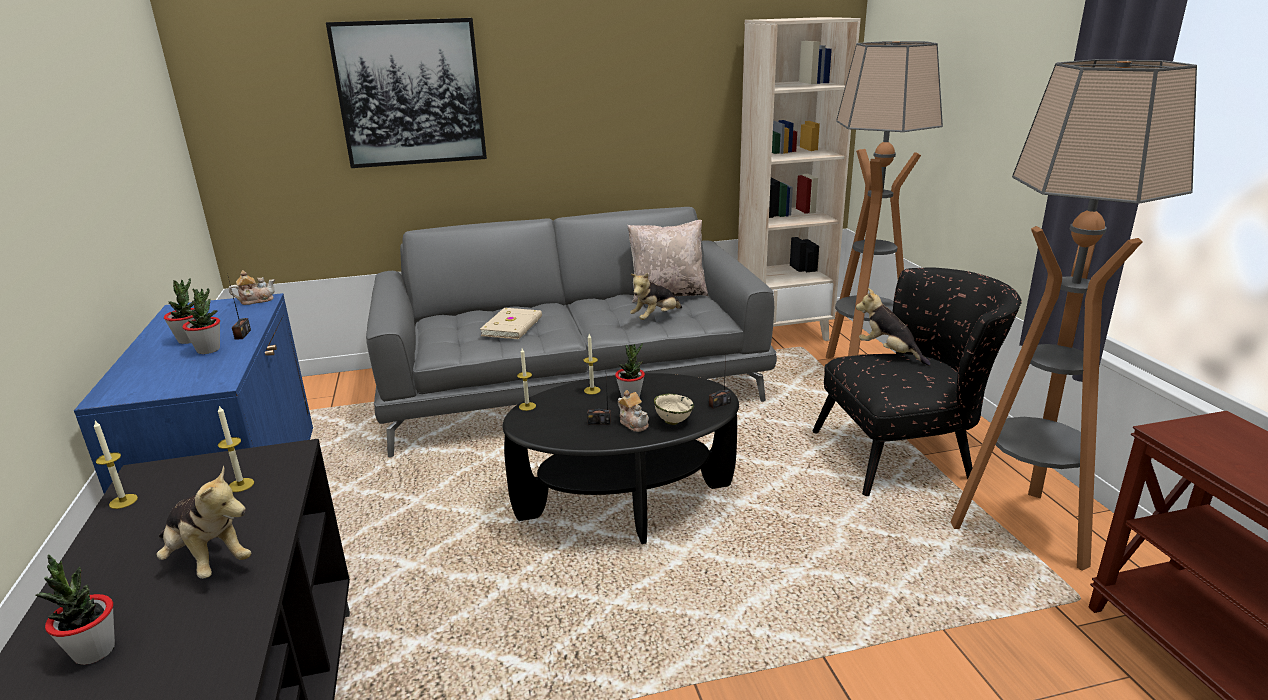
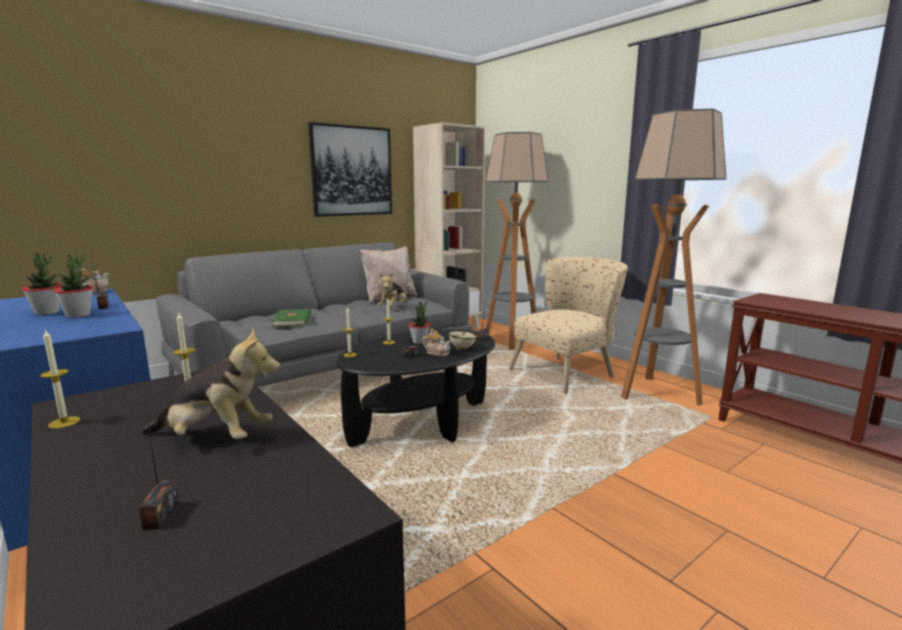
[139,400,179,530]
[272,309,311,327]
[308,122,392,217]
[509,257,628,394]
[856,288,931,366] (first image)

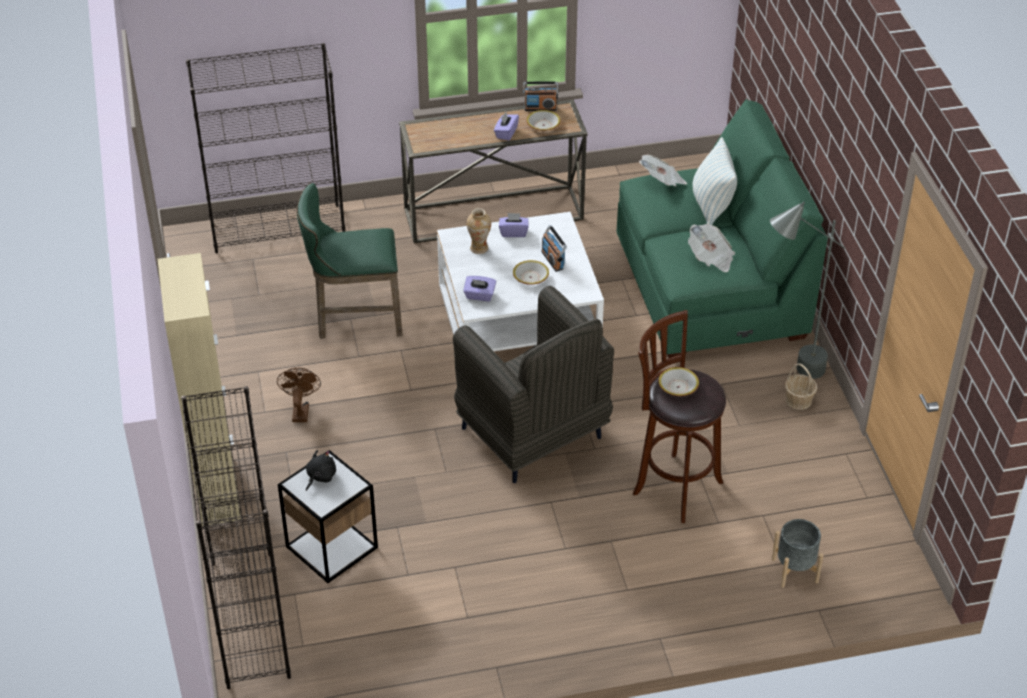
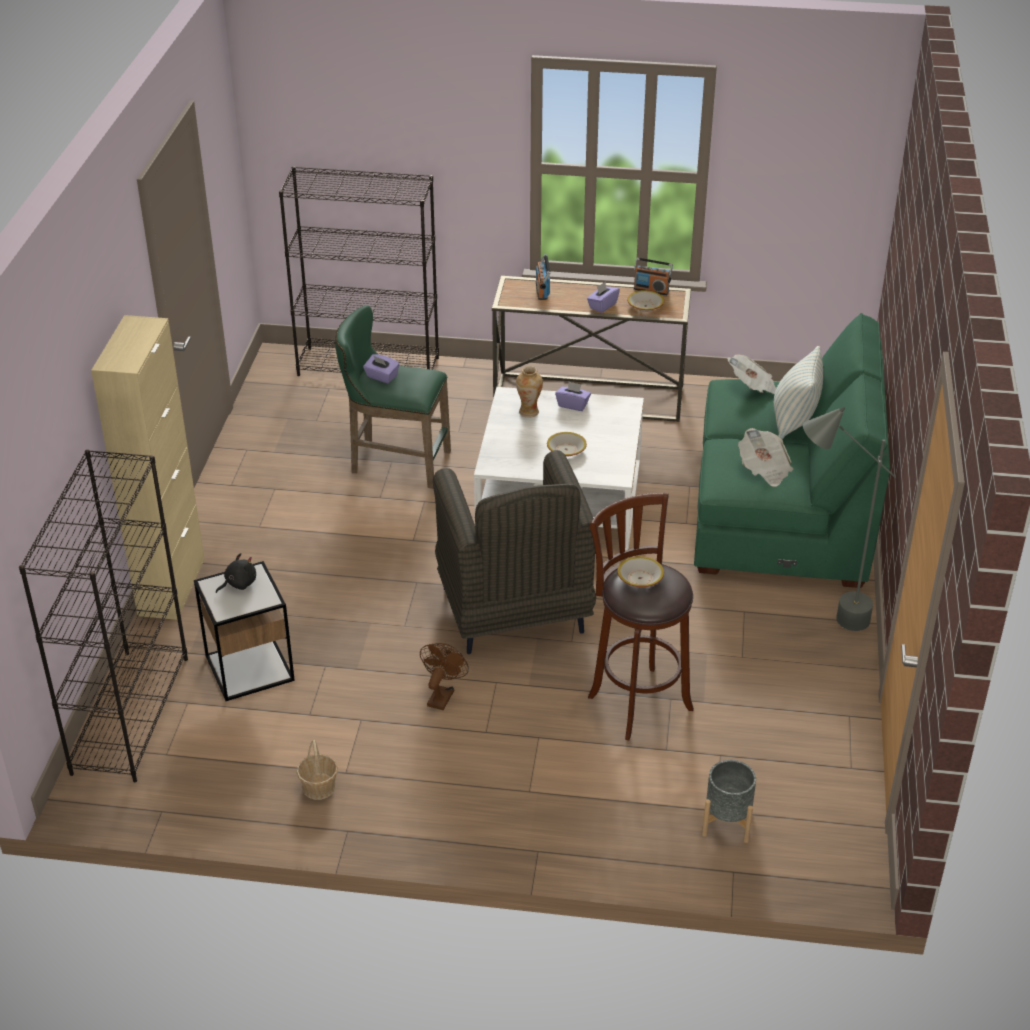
[297,740,338,800]
[363,354,399,383]
[420,643,469,710]
[536,254,550,300]

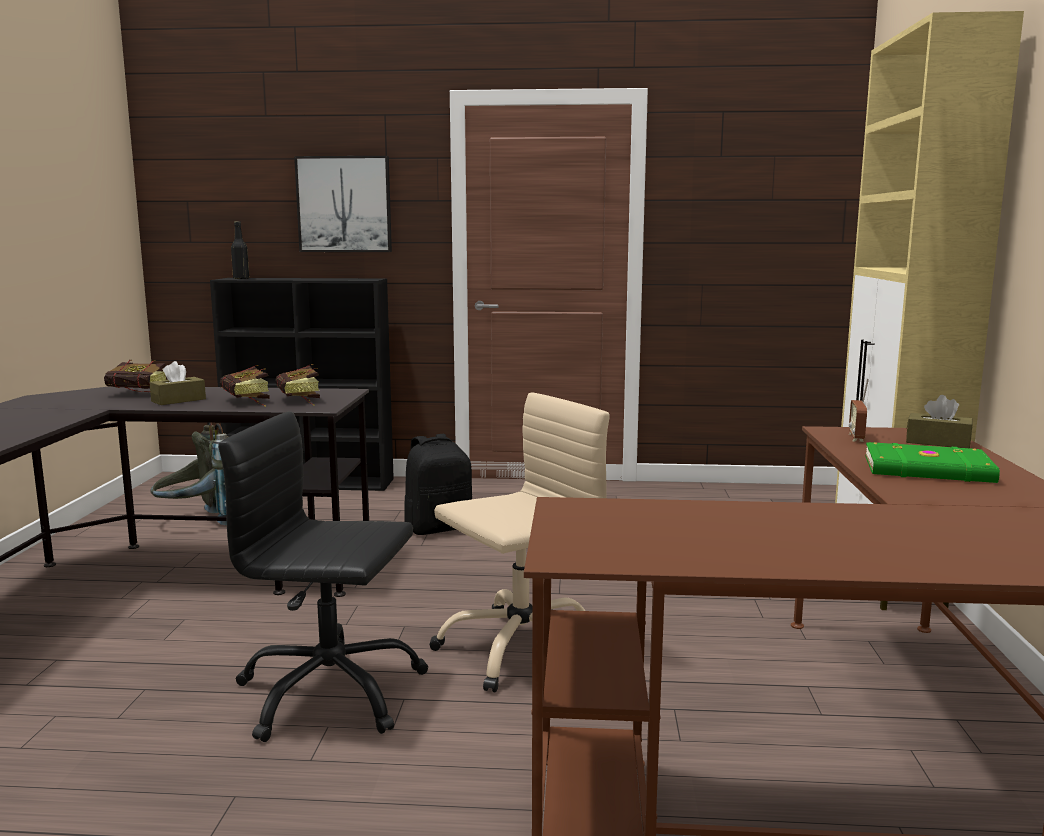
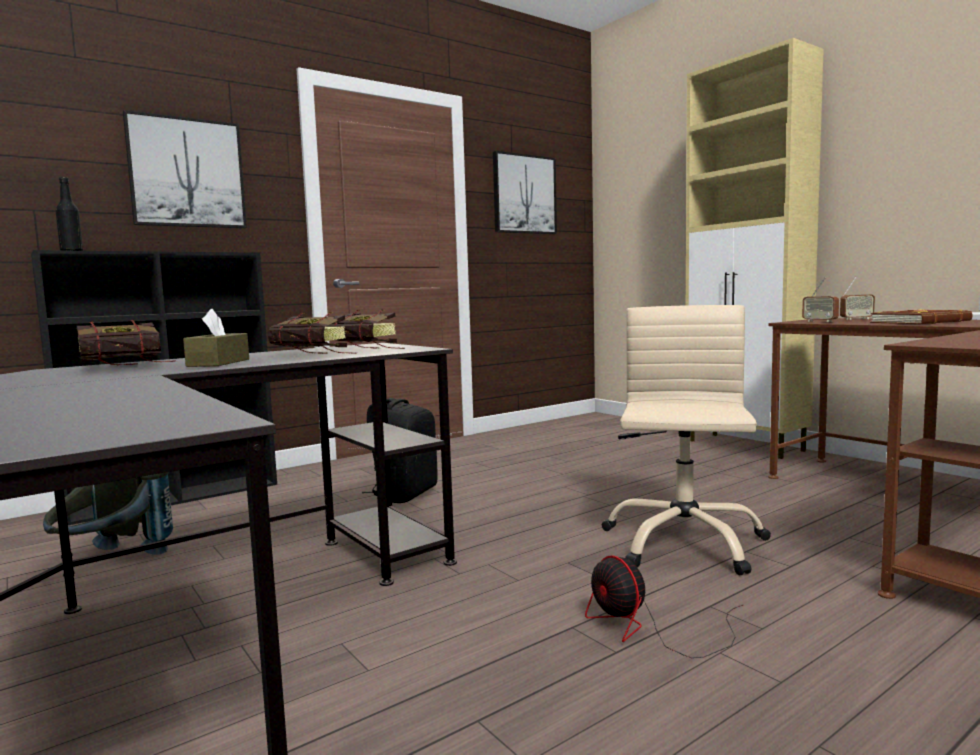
[493,151,557,234]
[585,555,743,658]
[840,277,875,320]
[870,309,972,324]

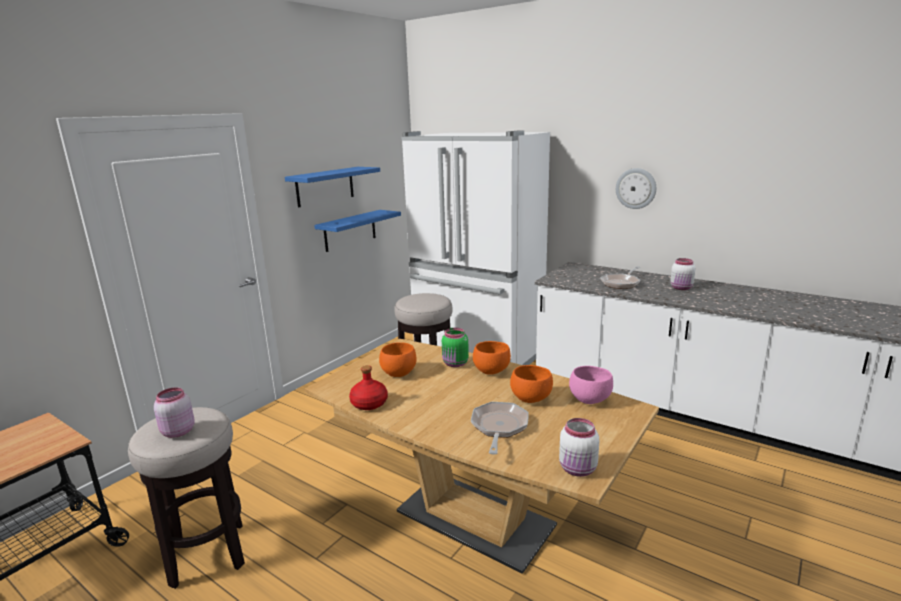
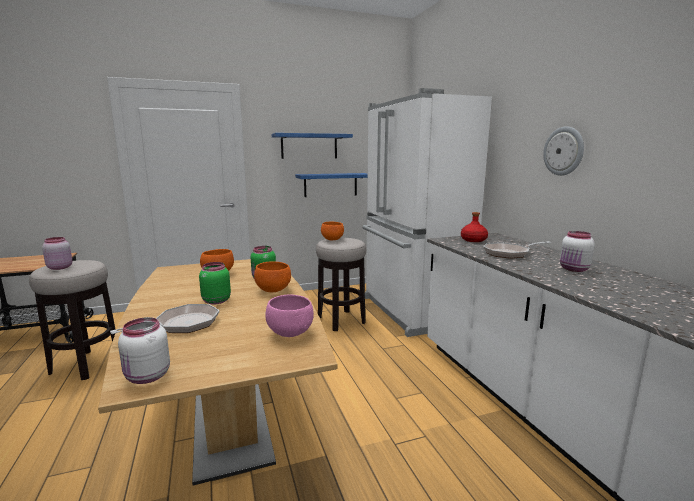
[199,262,231,305]
[321,222,344,240]
[461,212,488,242]

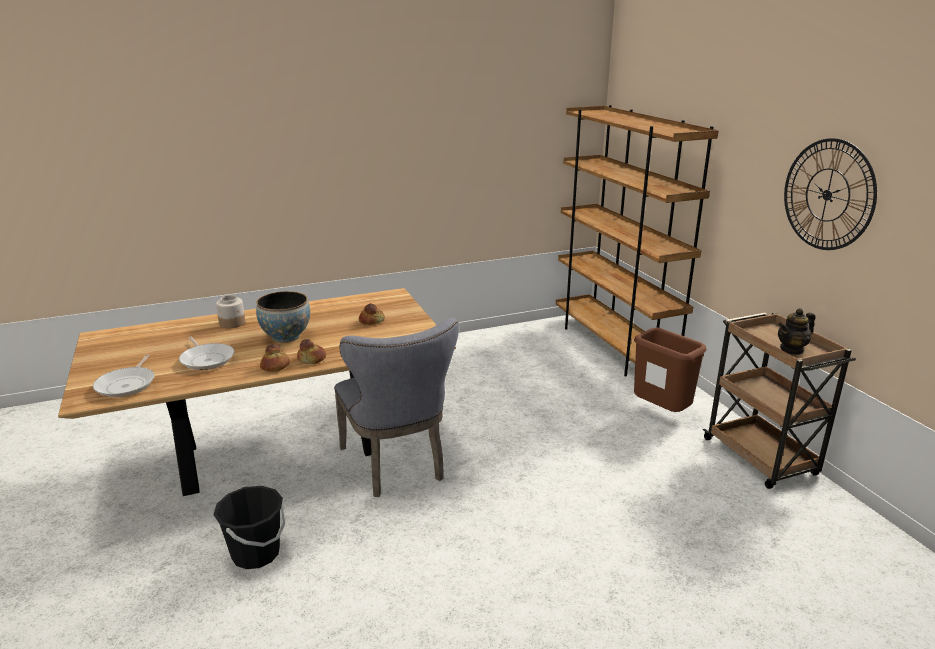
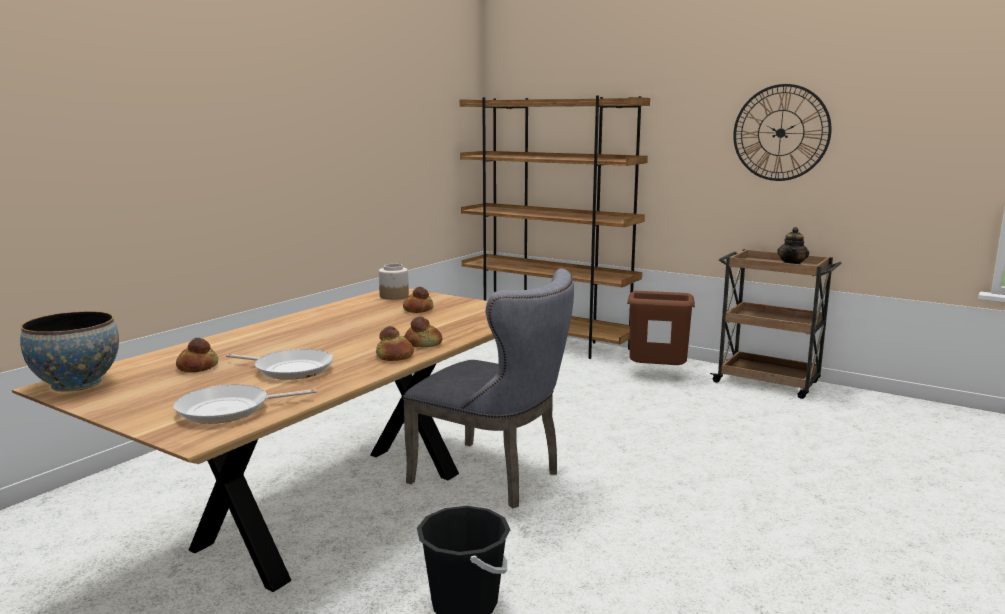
[20,311,119,392]
[173,384,317,424]
[176,338,218,373]
[379,264,409,300]

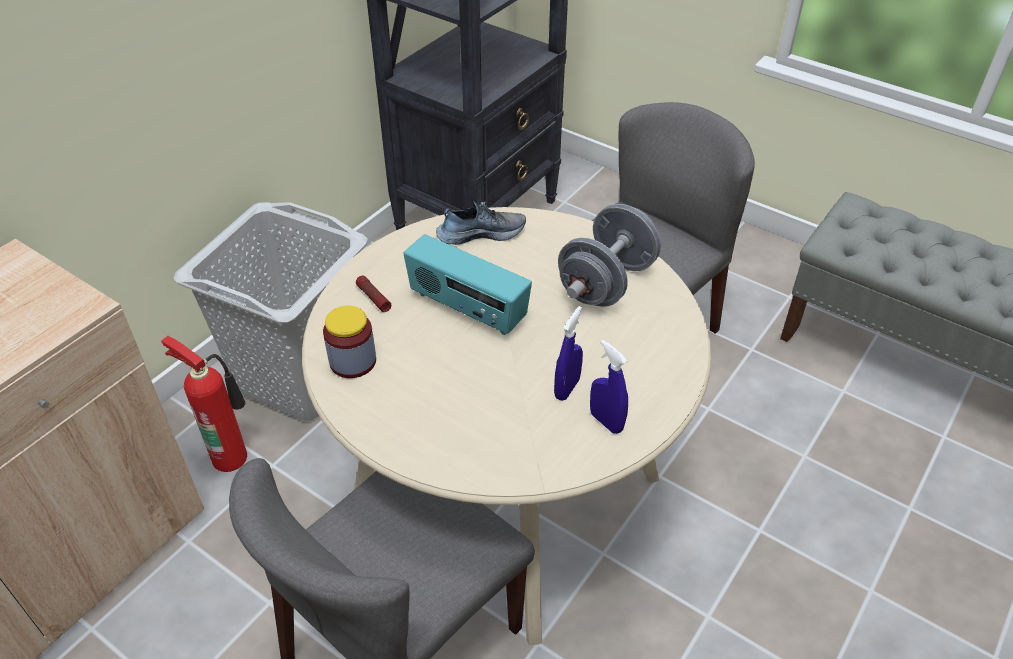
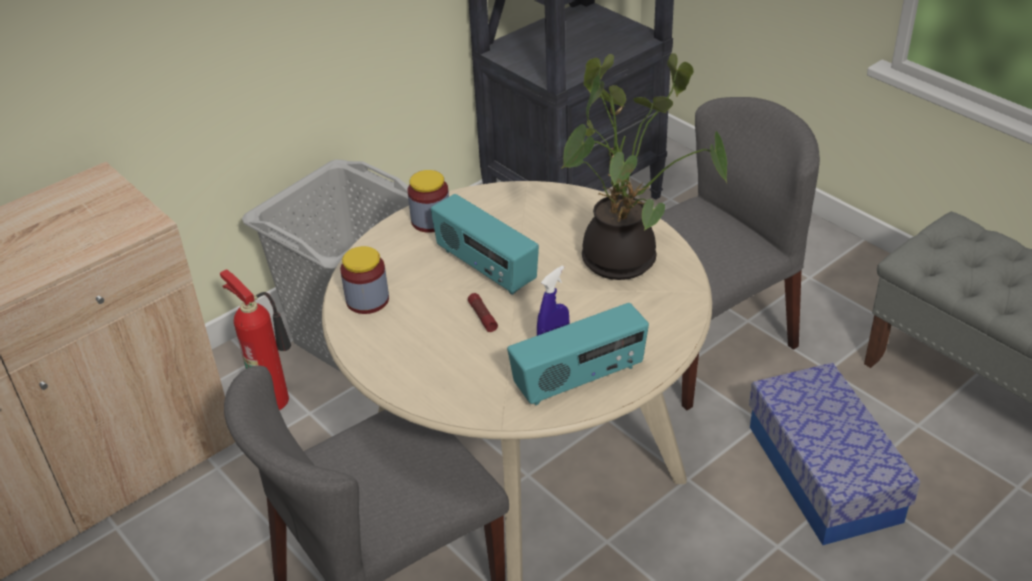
[407,170,449,233]
[468,293,498,332]
[507,303,649,406]
[561,53,727,280]
[749,362,920,545]
[436,201,526,245] (first image)

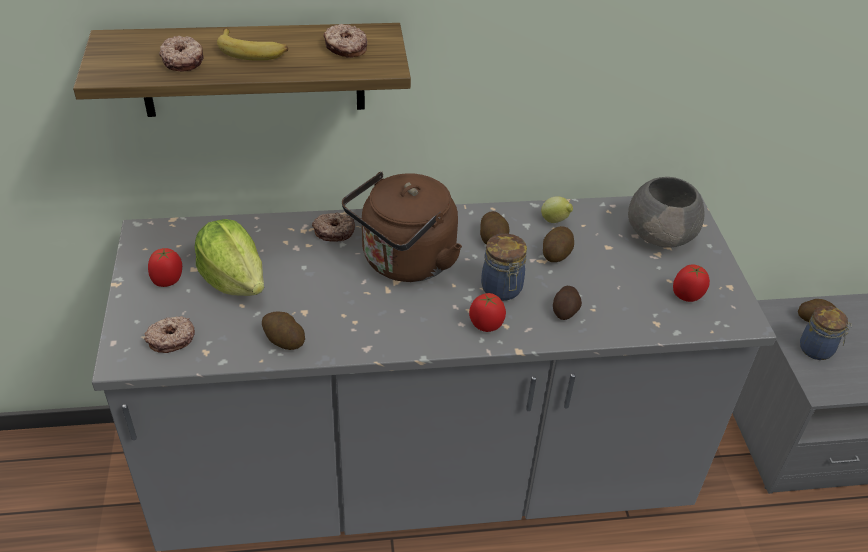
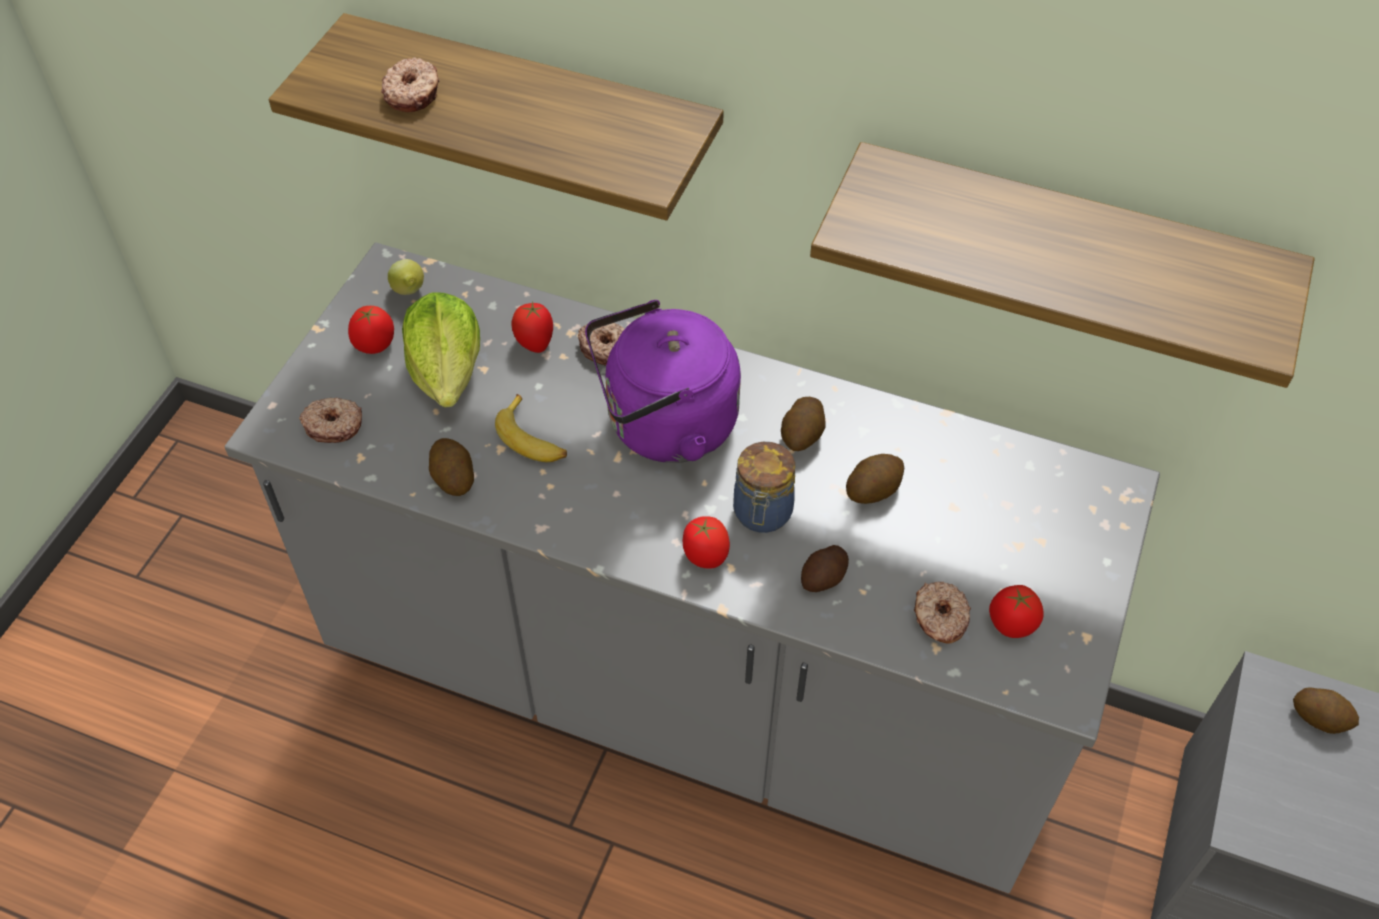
[388,259,424,295]
[495,394,567,462]
[511,301,553,353]
[585,300,741,463]
[810,142,1315,388]
[914,582,971,644]
[628,177,705,248] (first image)
[800,306,852,360] (first image)

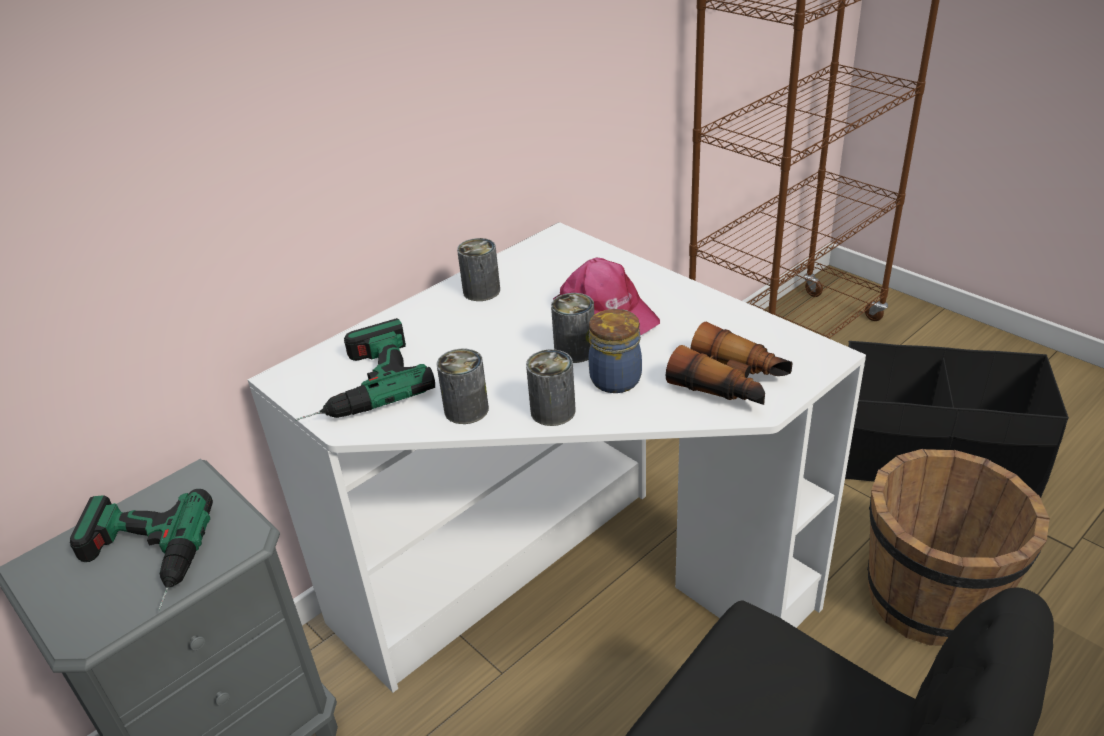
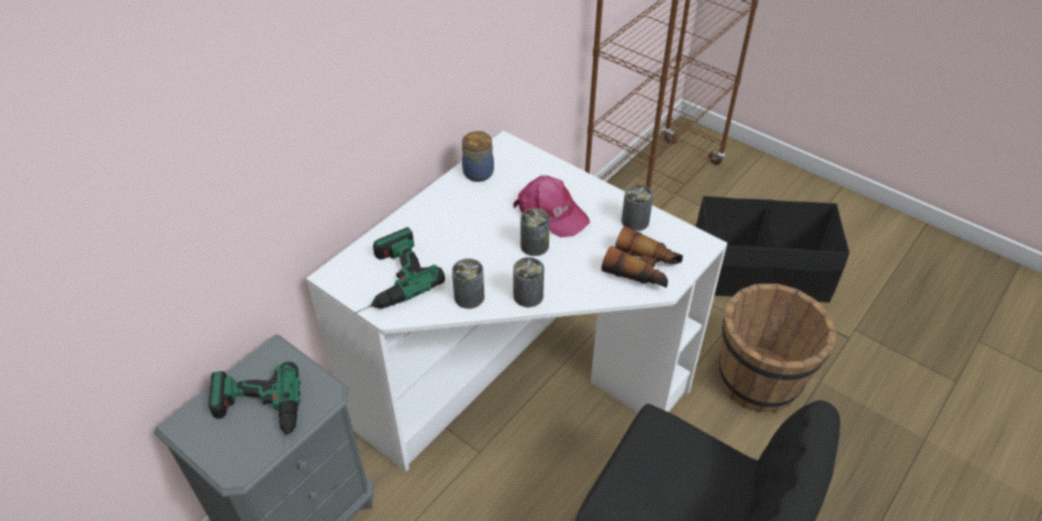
[462,131,494,182]
[621,185,653,231]

